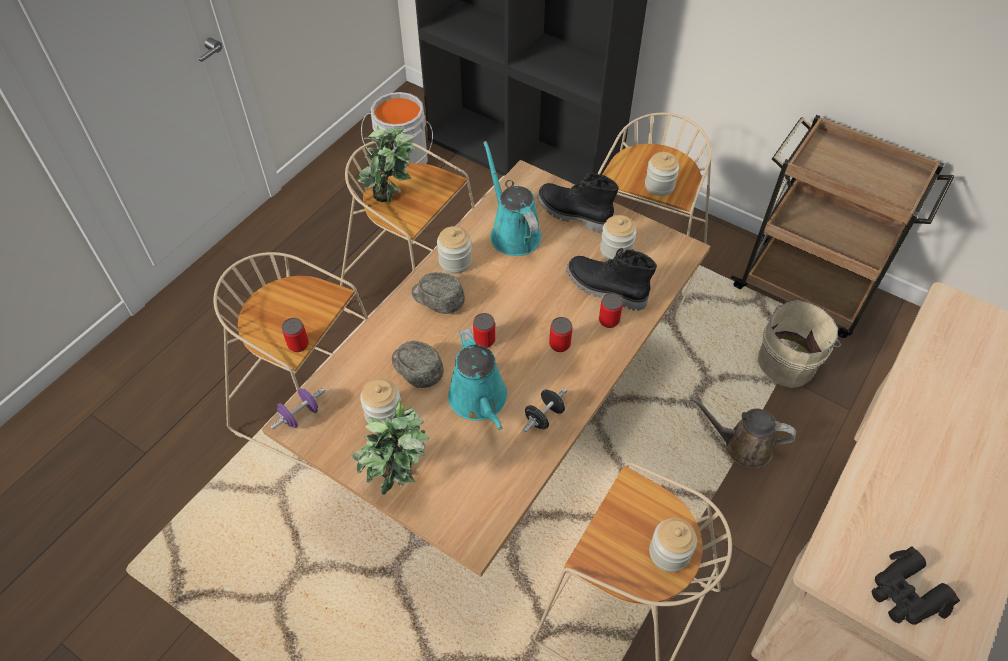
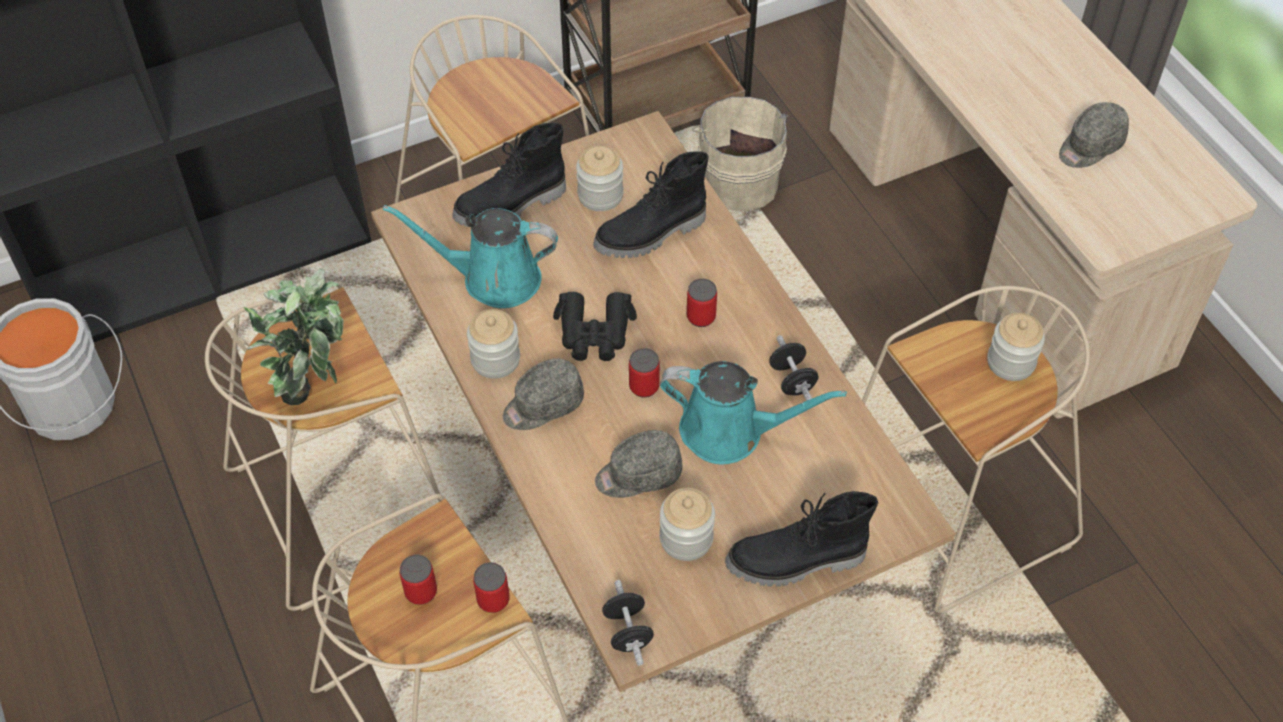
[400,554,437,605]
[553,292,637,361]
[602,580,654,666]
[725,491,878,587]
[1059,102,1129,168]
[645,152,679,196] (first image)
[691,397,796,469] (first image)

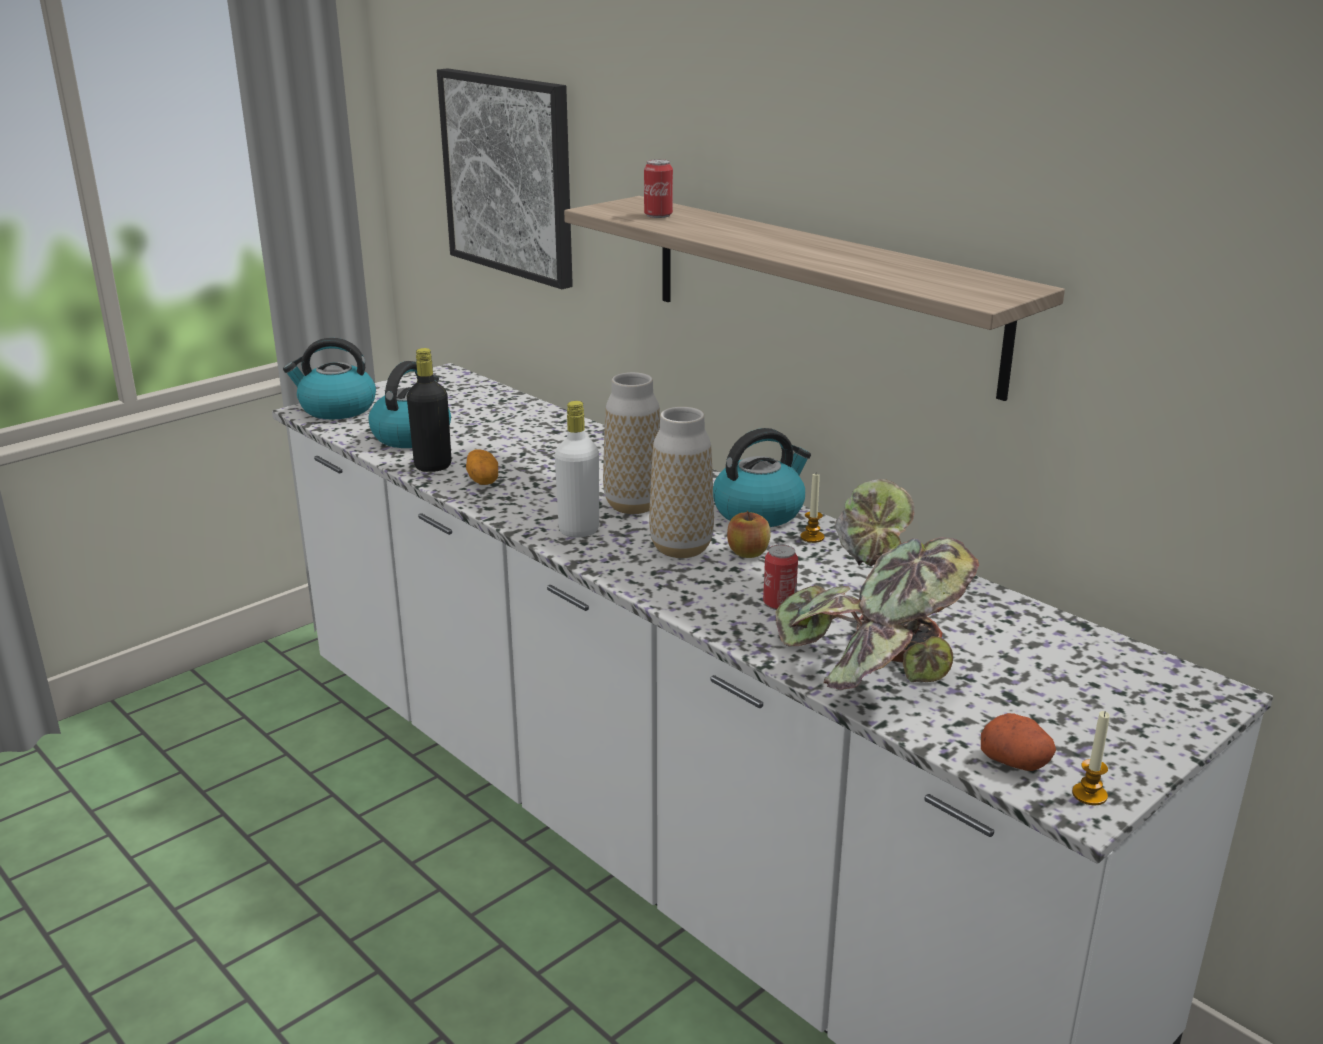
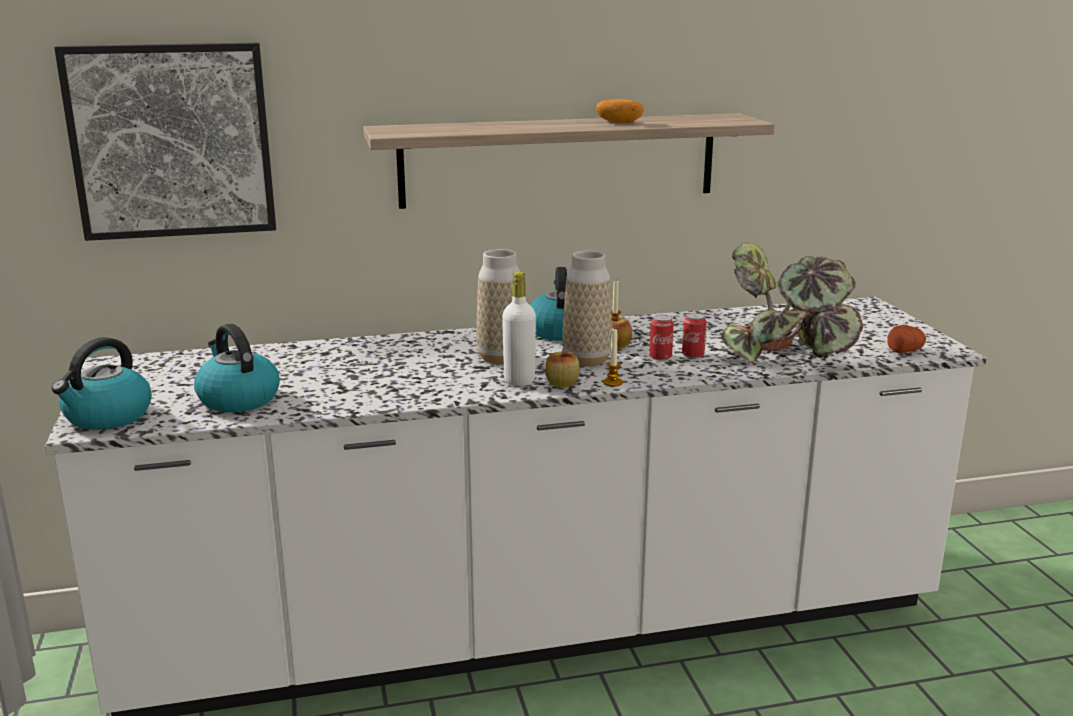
[545,349,580,388]
[596,99,644,123]
[603,328,623,387]
[649,315,674,360]
[407,348,451,472] (first image)

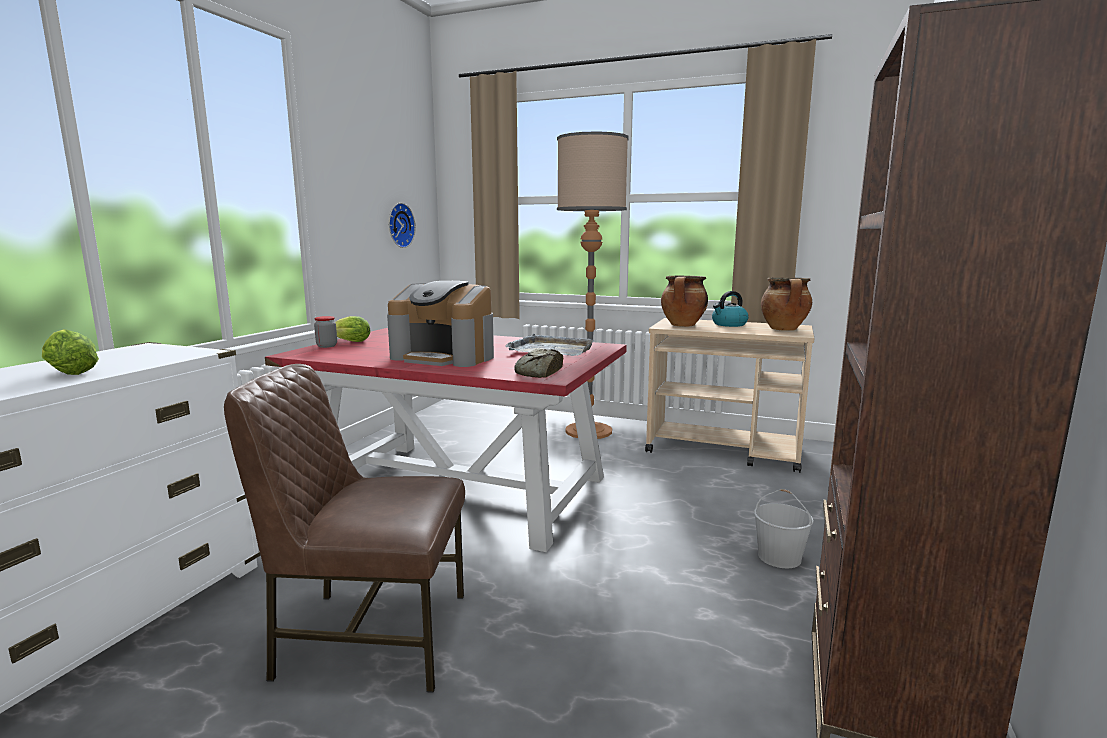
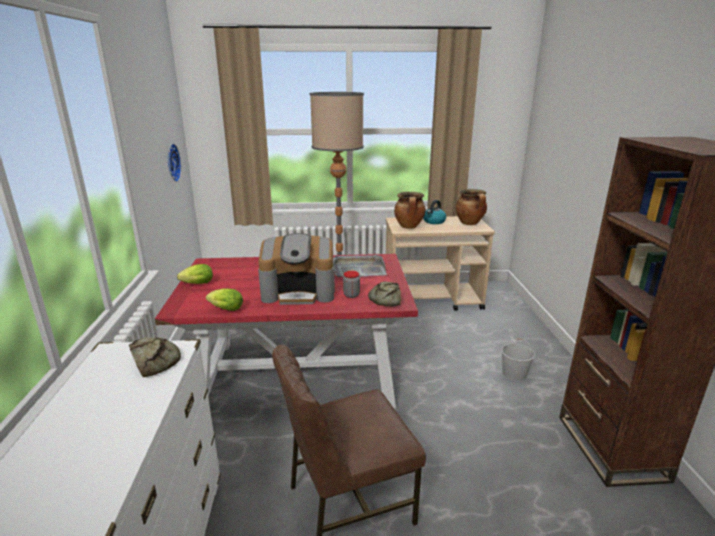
[129,337,181,377]
[206,288,243,311]
[343,271,360,298]

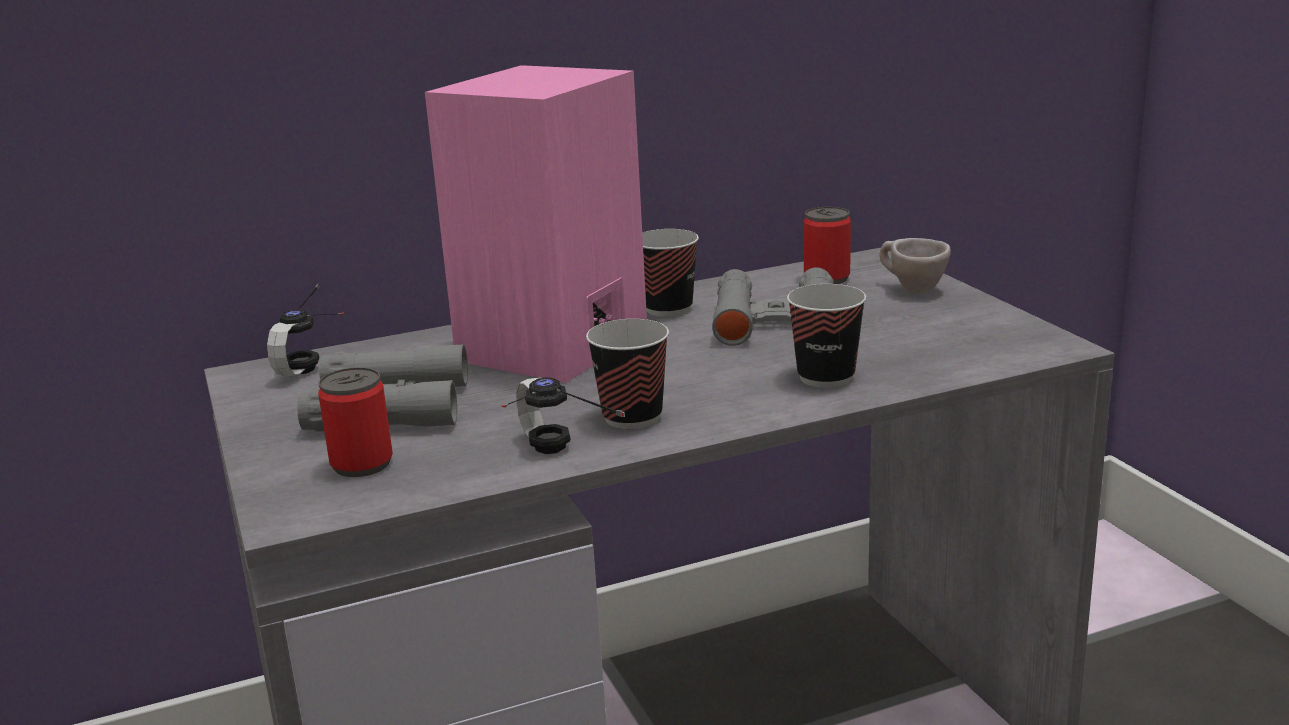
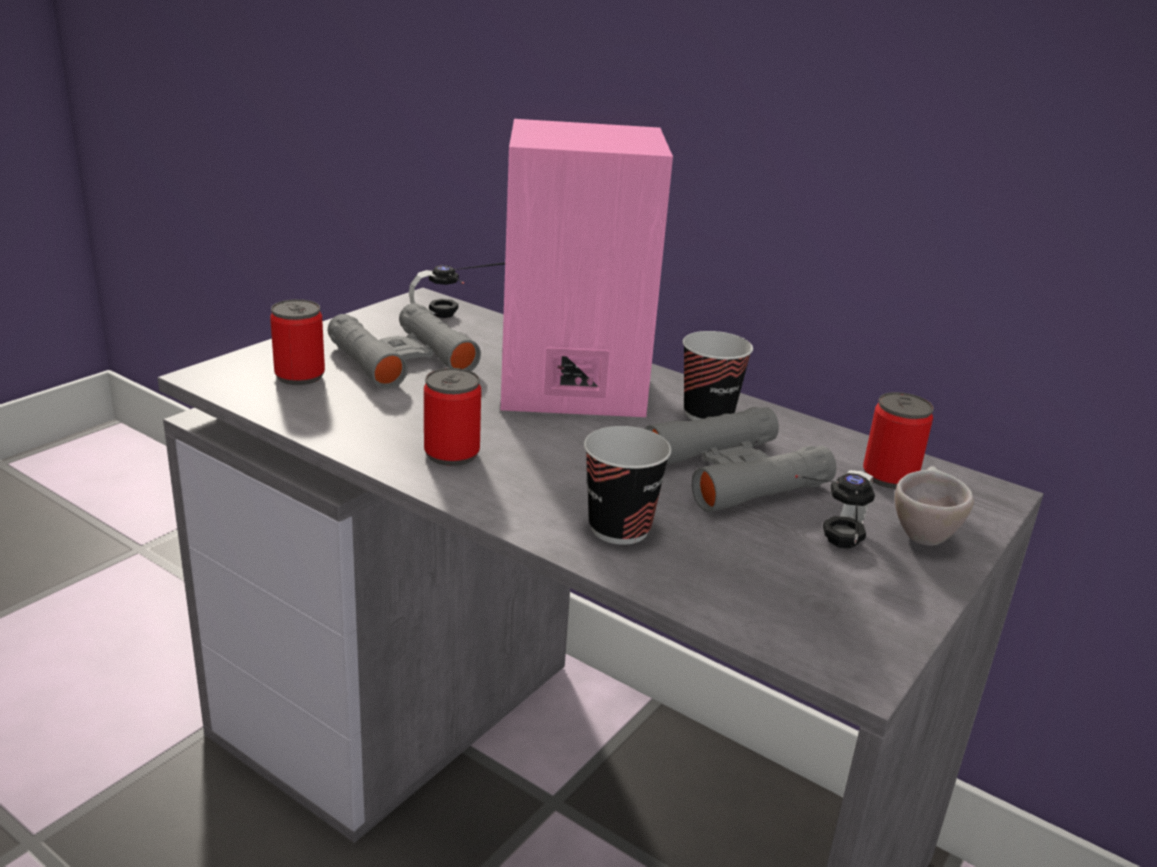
[424,368,481,466]
[795,470,875,548]

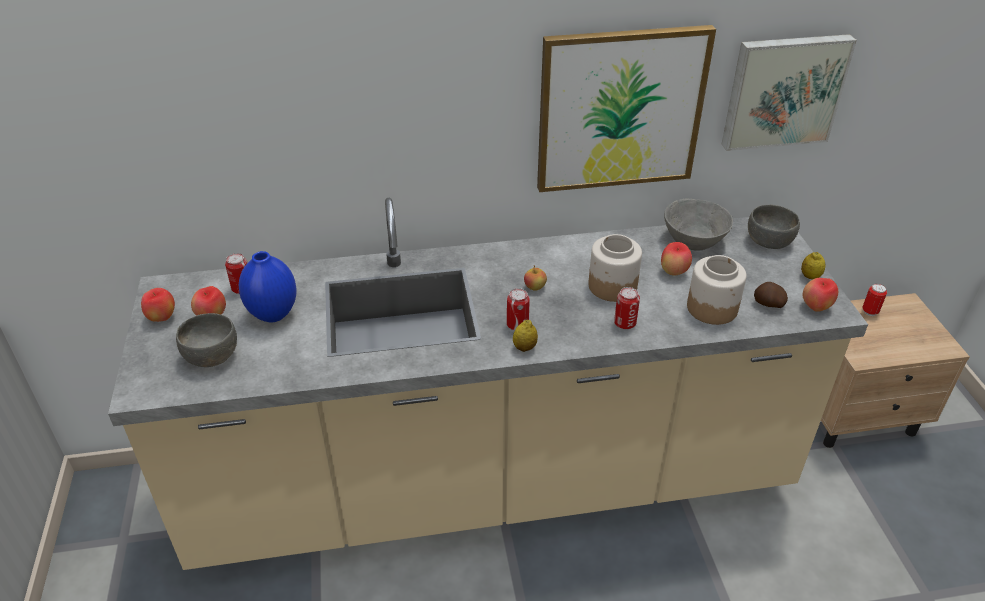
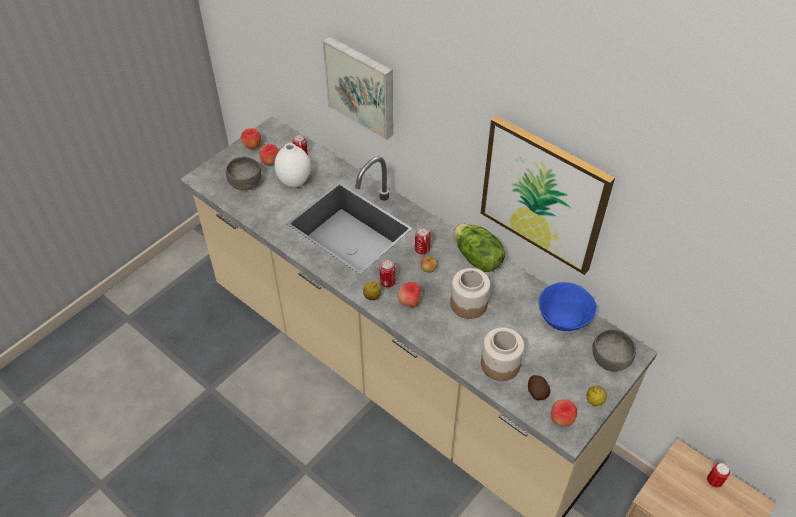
[274,143,311,188]
[323,36,393,140]
[398,282,421,307]
[415,227,431,255]
[453,224,505,272]
[539,282,597,331]

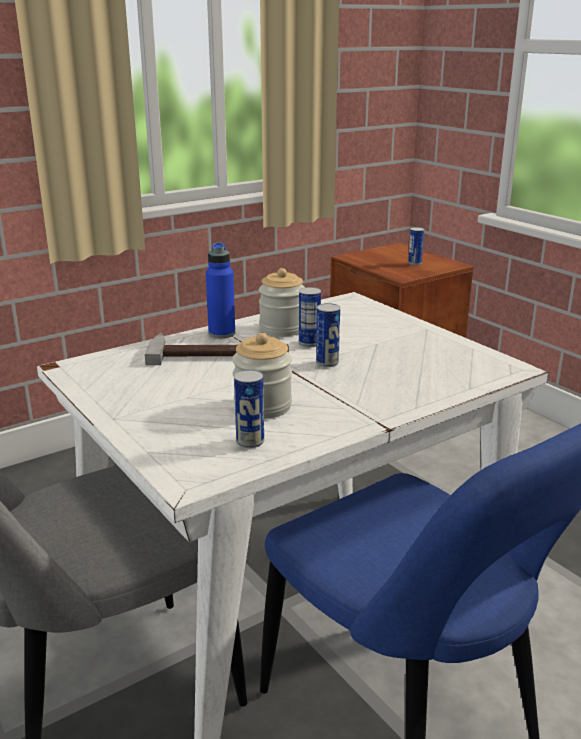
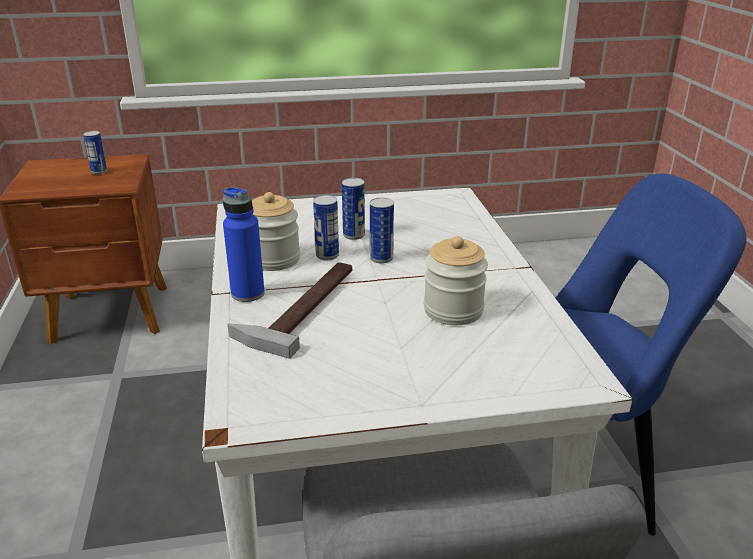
[342,178,365,240]

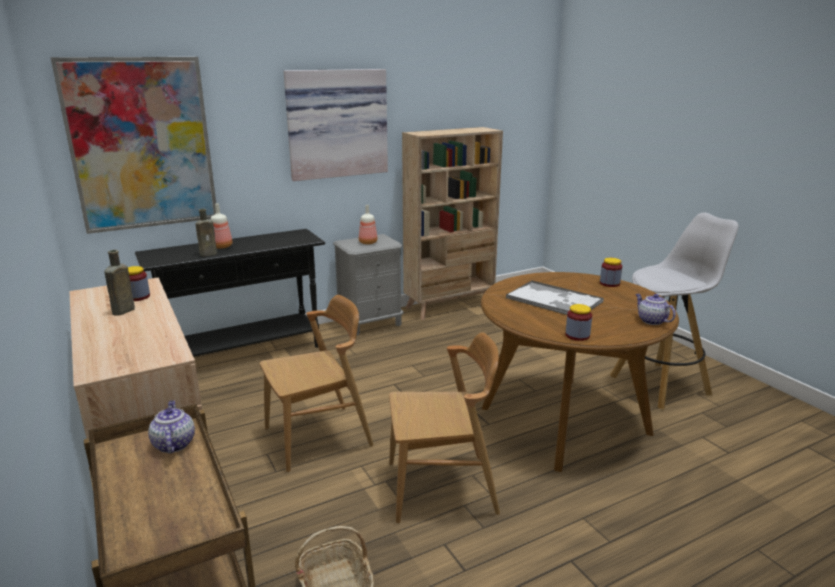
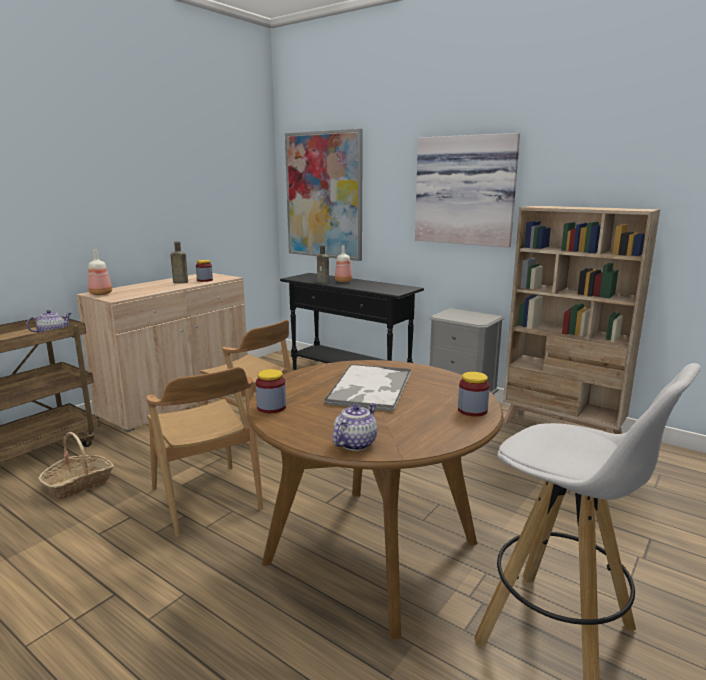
[88,249,112,295]

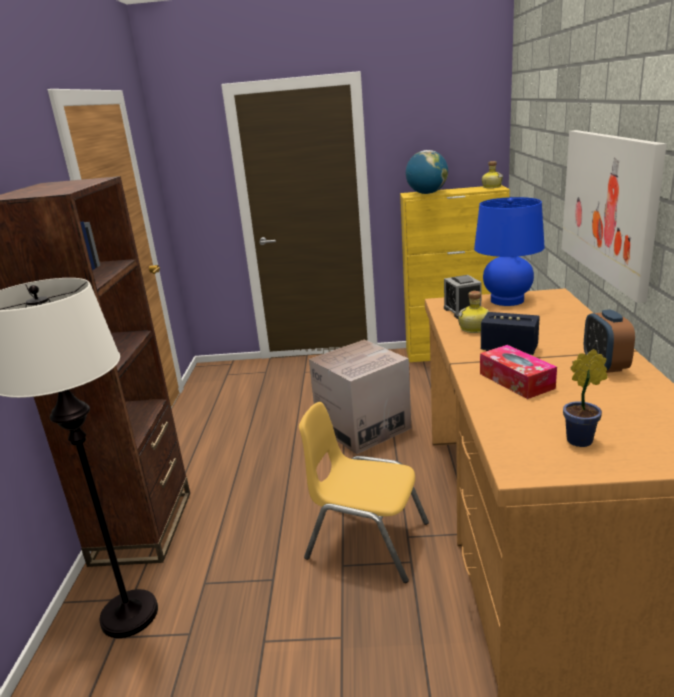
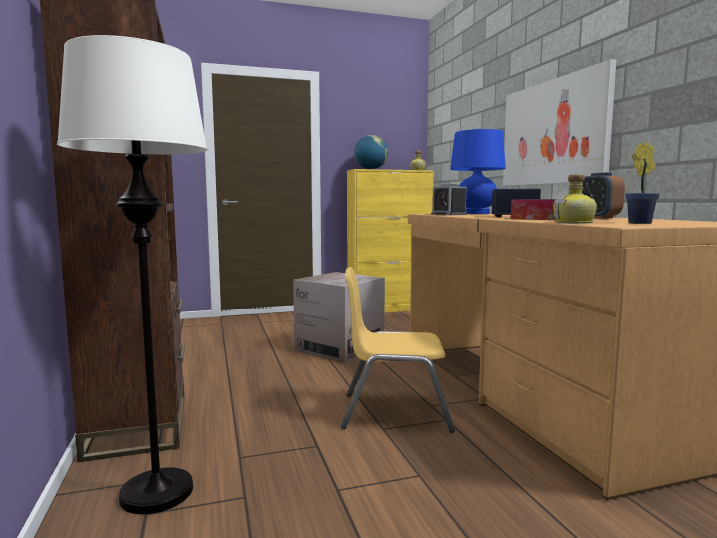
[553,174,597,224]

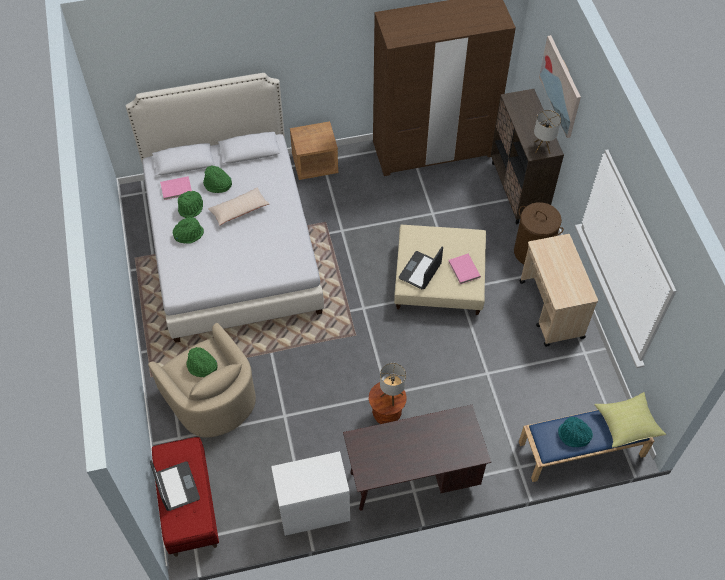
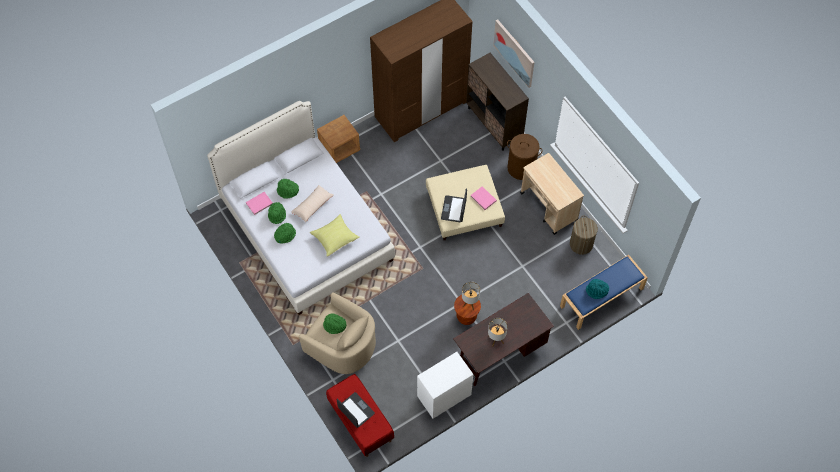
[309,214,360,257]
[488,318,508,347]
[570,216,598,255]

